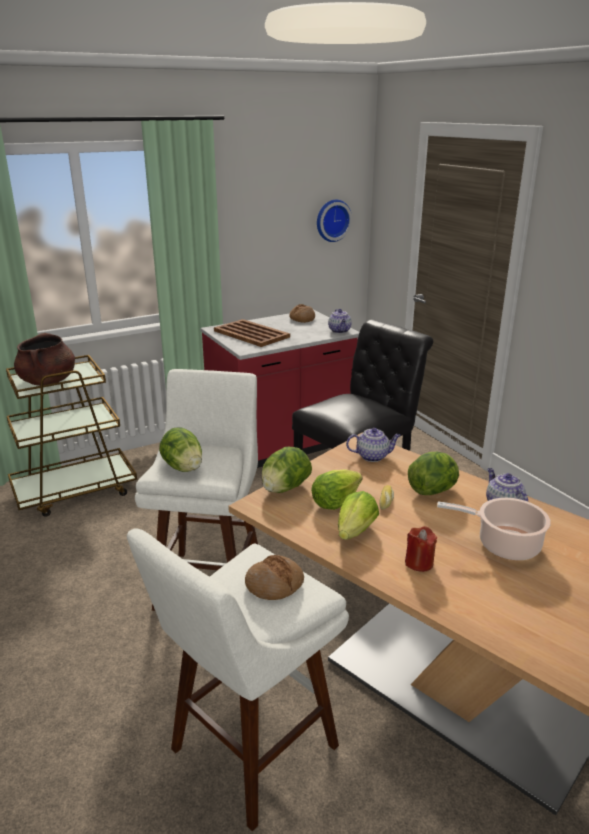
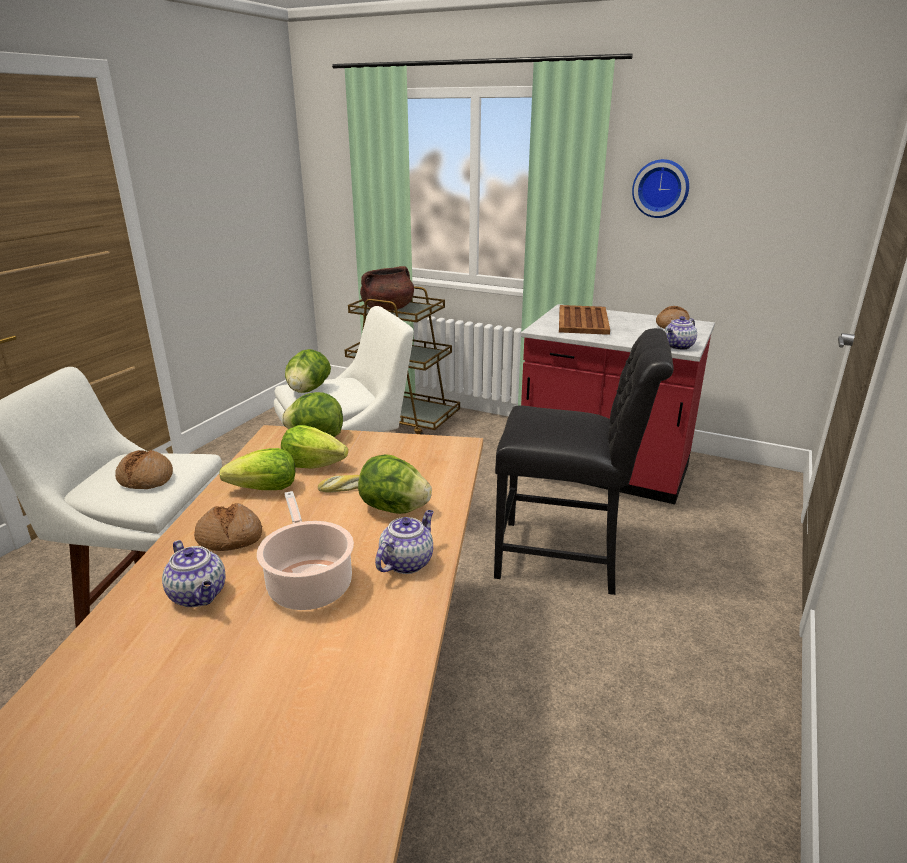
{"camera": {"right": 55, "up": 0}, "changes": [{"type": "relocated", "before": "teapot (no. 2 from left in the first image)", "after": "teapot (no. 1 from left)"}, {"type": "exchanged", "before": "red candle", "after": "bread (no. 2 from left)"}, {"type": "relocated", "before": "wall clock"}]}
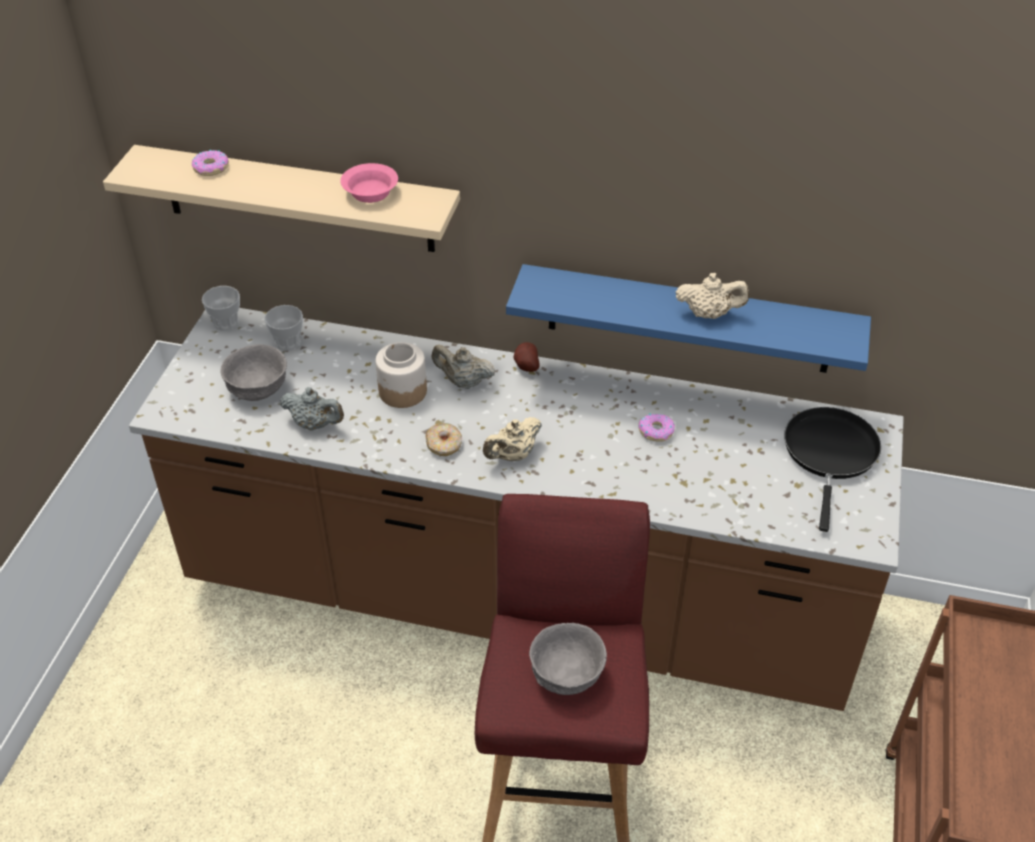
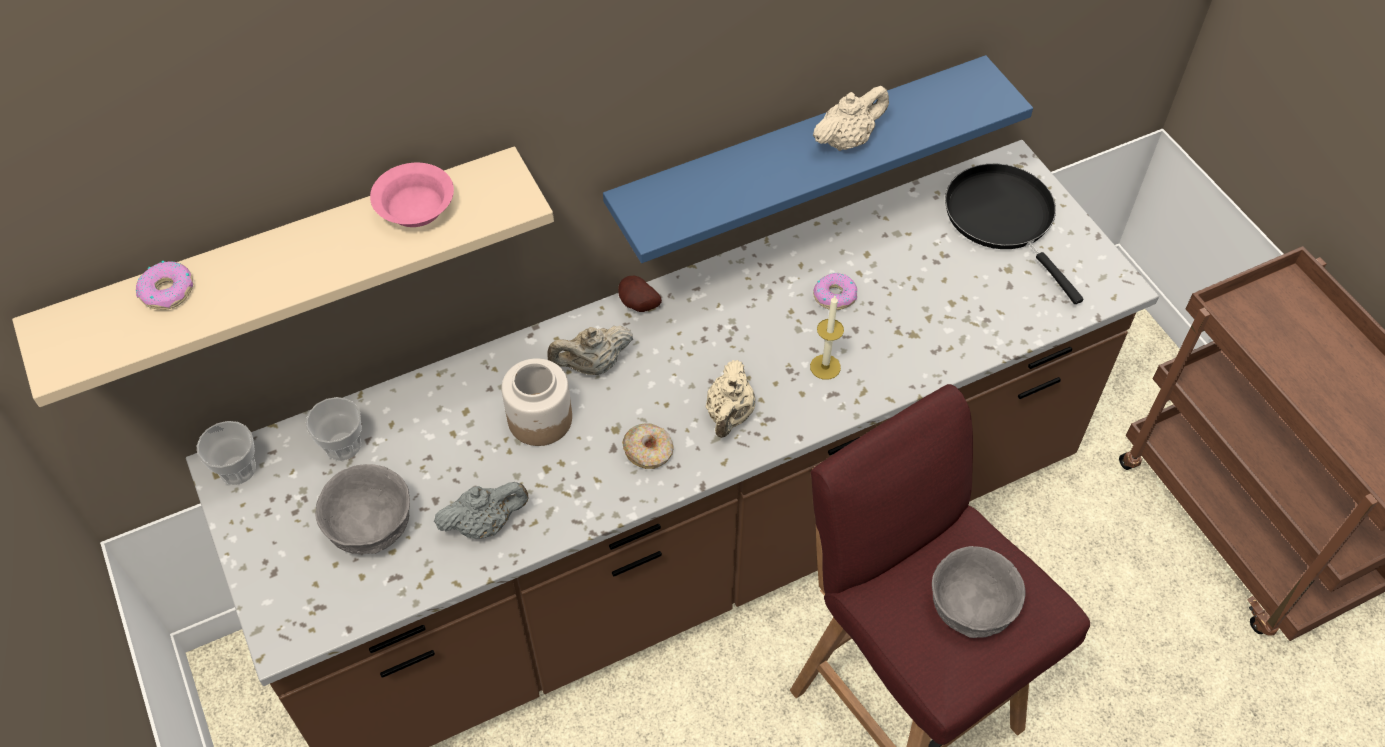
{"camera": {"right": -40, "up": 10}, "changes": [{"type": "appeared", "after": "candle"}]}
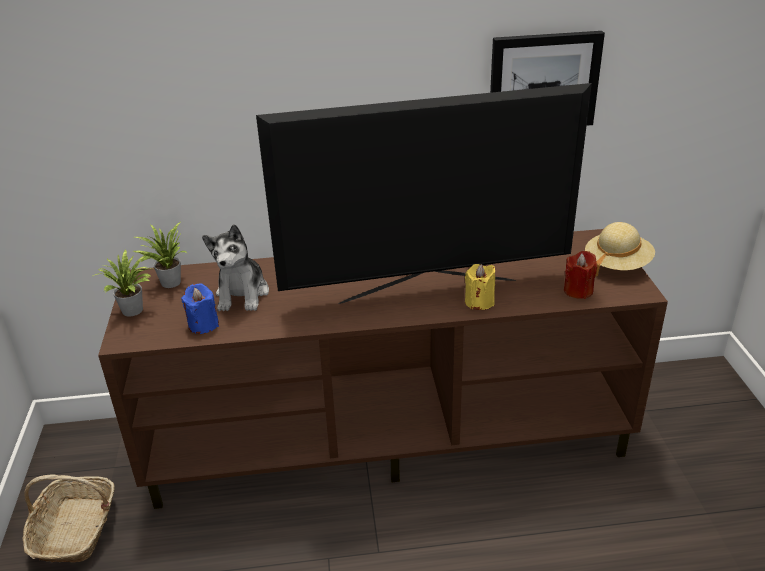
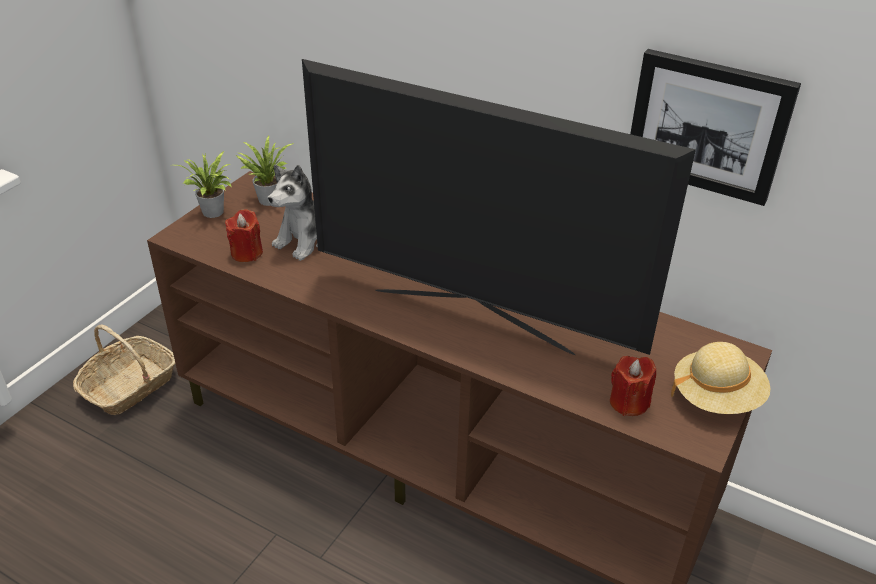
{"camera": {"right": 35, "up": 5}, "changes": [{"type": "colour", "before": "blue candle", "after": "red candle (no. 1 from left)"}, {"type": "missing", "before": "yellow candle"}]}
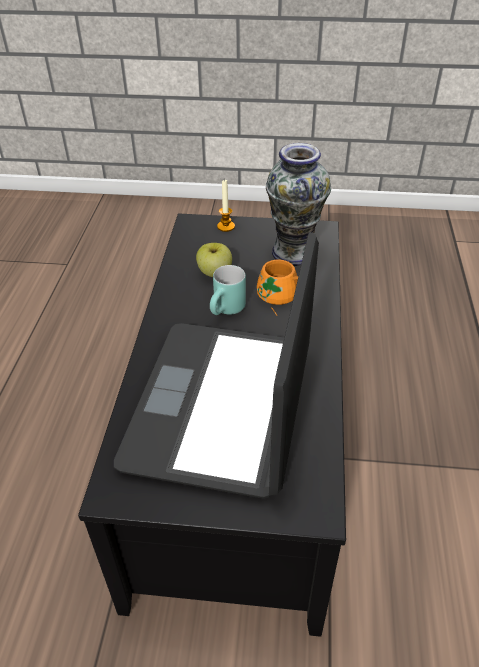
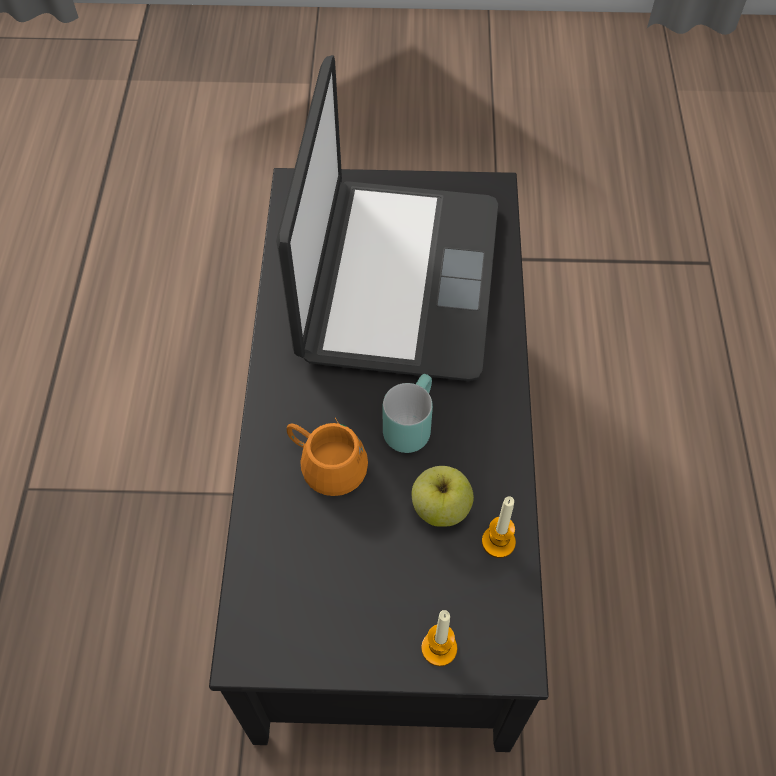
{"camera": {"right": 175, "up": 15}, "changes": [{"type": "appeared", "after": "candle (no. 2 from left)"}, {"type": "missing", "before": "vase"}]}
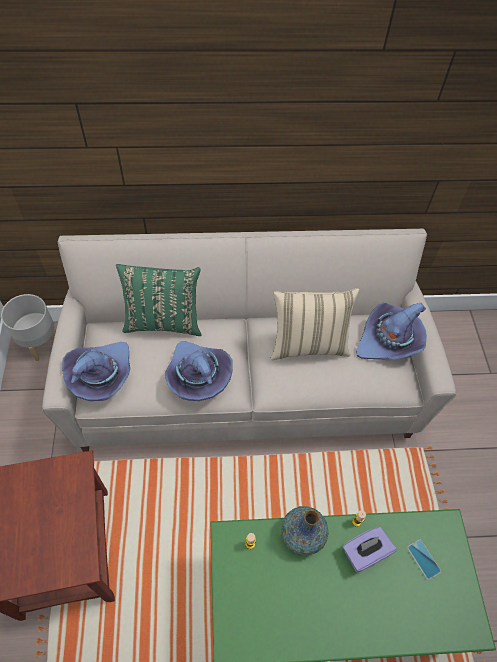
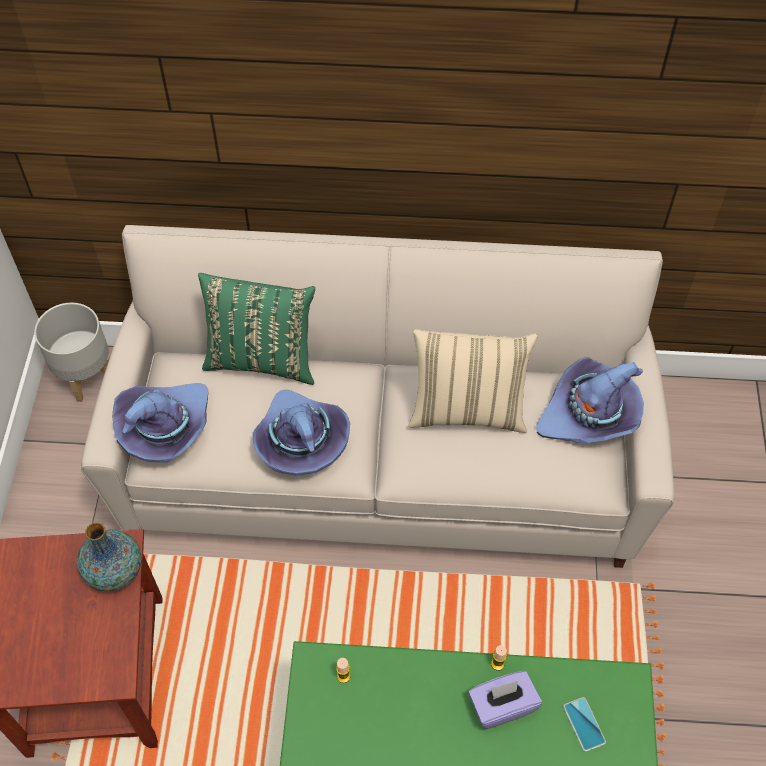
{"camera": {"right": 10, "up": 0}, "changes": [{"type": "relocated", "before": "vase"}]}
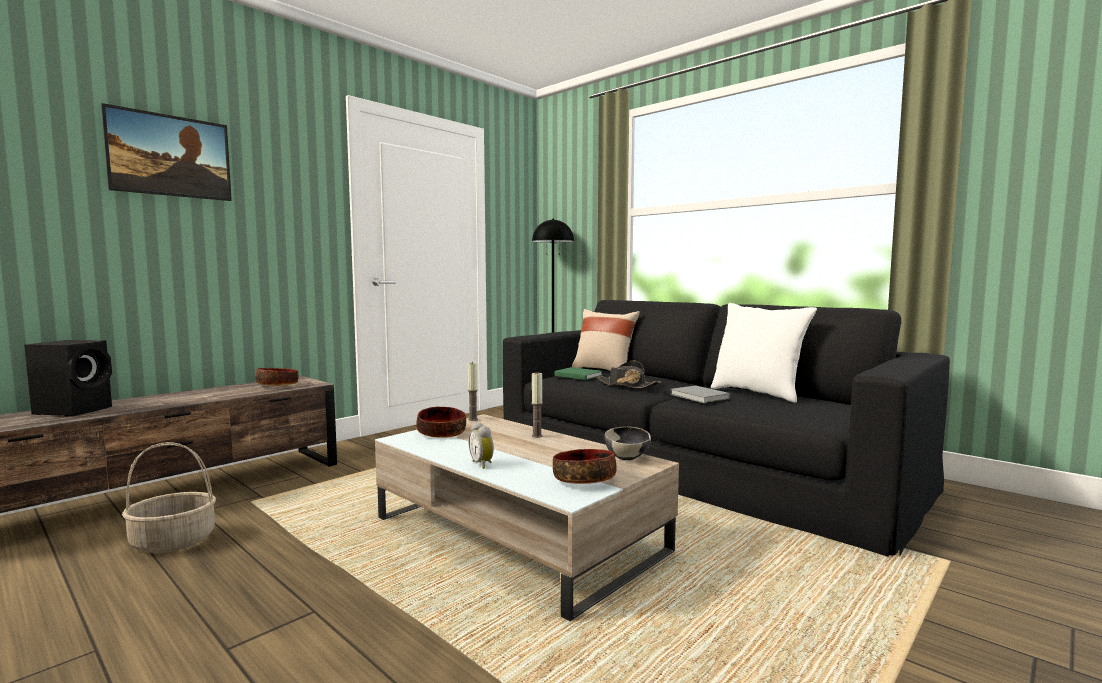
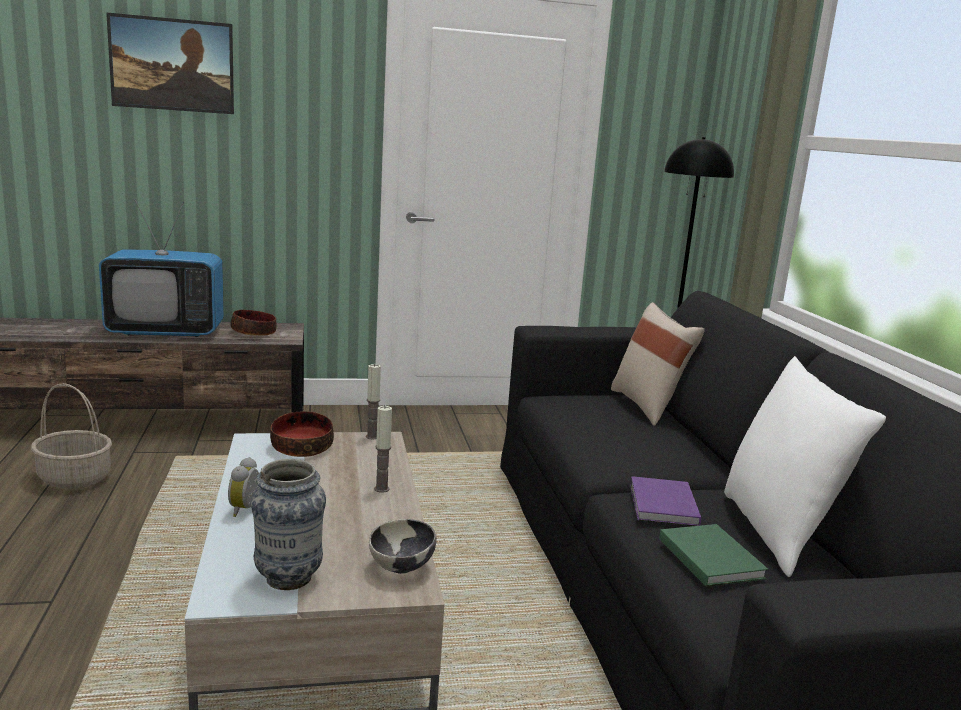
{"camera": {"right": 35, "up": 10}, "changes": [{"type": "appeared", "after": "television"}, {"type": "exchanged", "before": "bowl (no. 3 from left)", "after": "vase"}, {"type": "colour", "before": "grey book", "after": "purple book"}, {"type": "relocated", "before": "green book"}, {"type": "missing", "before": "black speaker"}, {"type": "missing", "before": "black hat"}]}
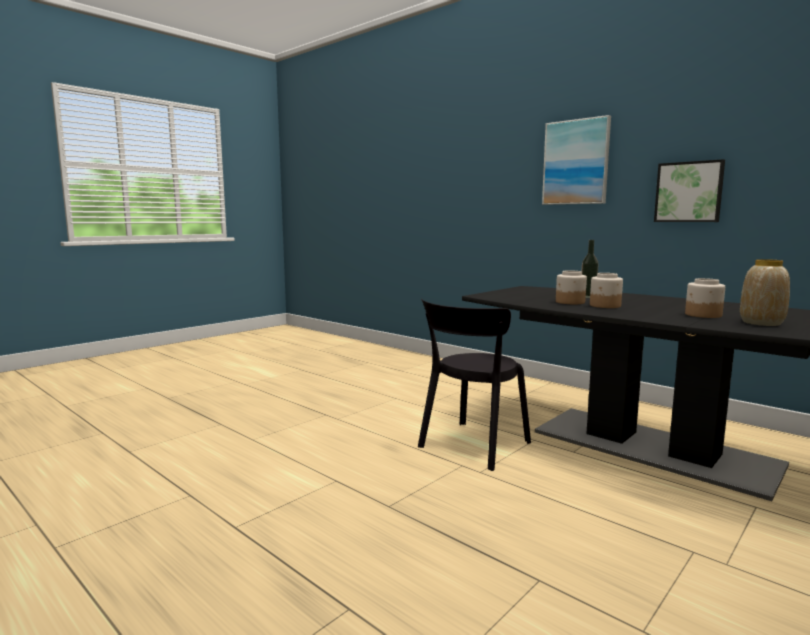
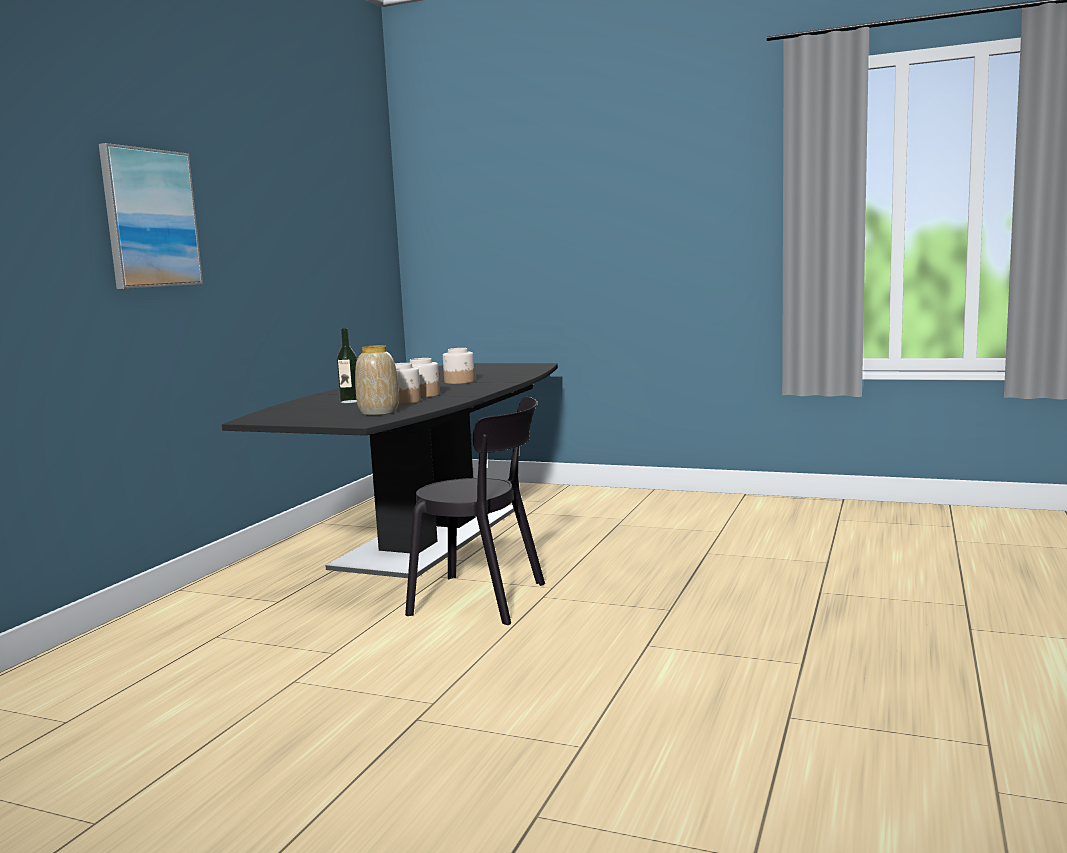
{"camera": {"right": -110, "up": 0}, "changes": [{"type": "relocated", "before": "vase"}, {"type": "missing", "before": "picture (no. 2 from left)"}]}
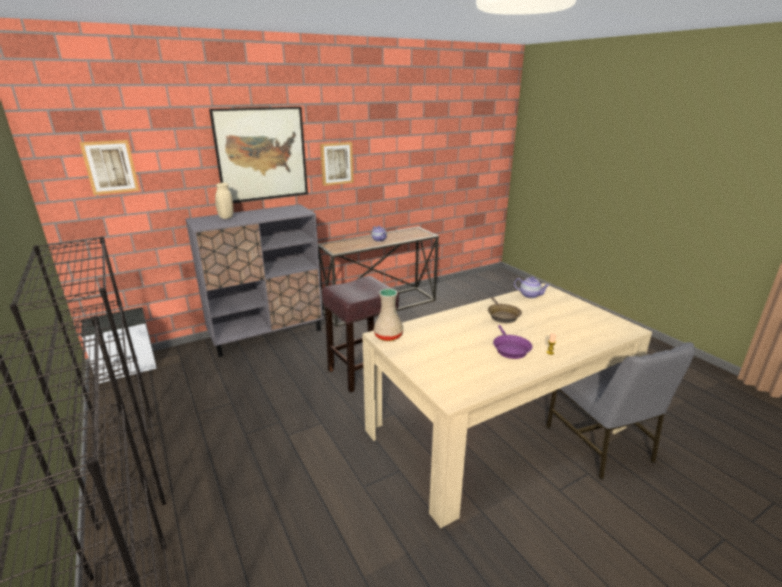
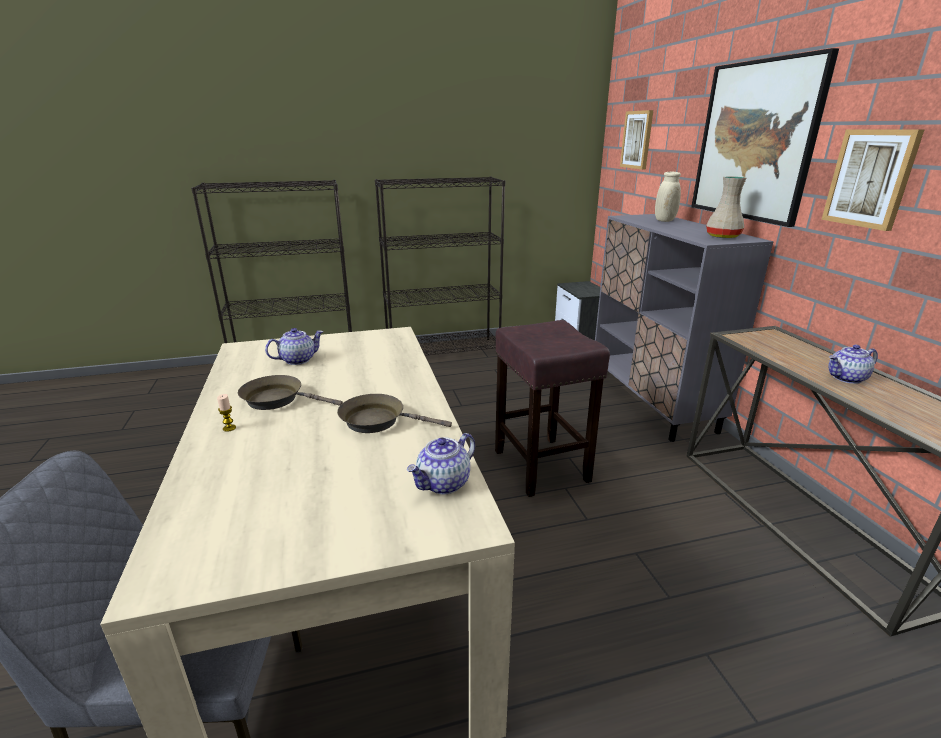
{"camera": {"right": 105, "up": 0}, "changes": [{"type": "colour", "before": "purple frying pan", "after": "brown frying pan (no. 1 from left)"}, {"type": "appeared", "after": "teapot (no. 1 from left)"}, {"type": "relocated", "before": "beige vase (no. 2 from left)"}]}
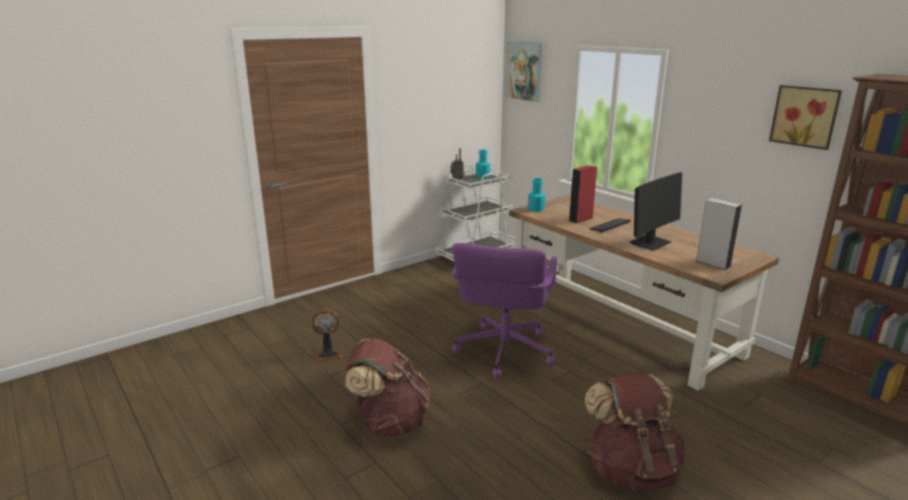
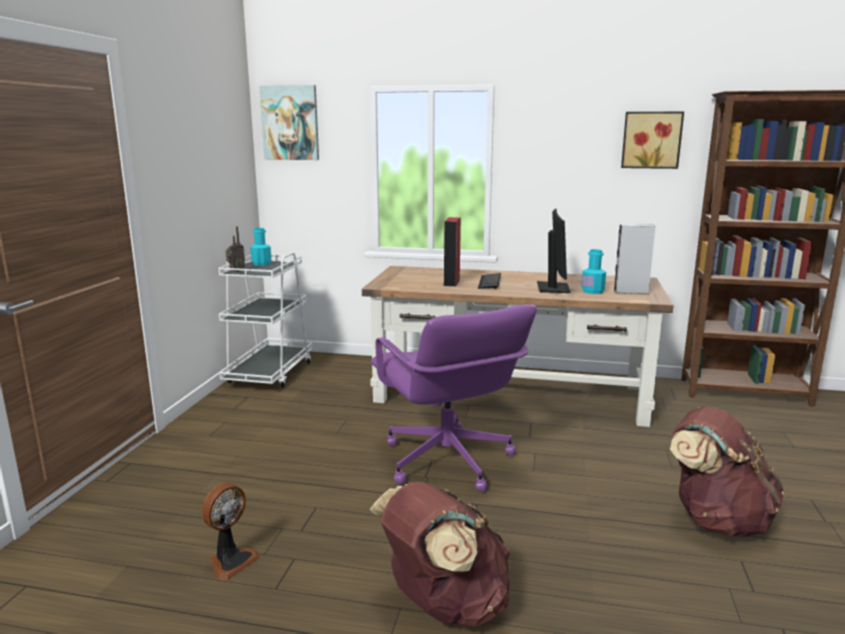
{"camera": {"right": -40, "up": -5}, "changes": [{"type": "relocated", "before": "turquoise bottle (no. 2 from left)"}]}
